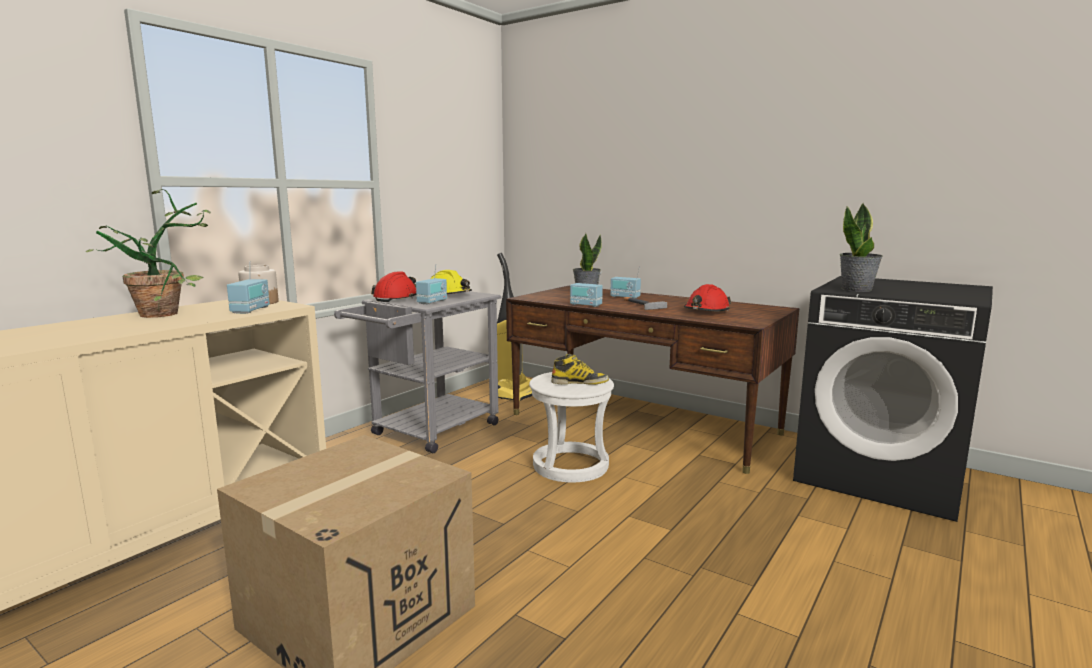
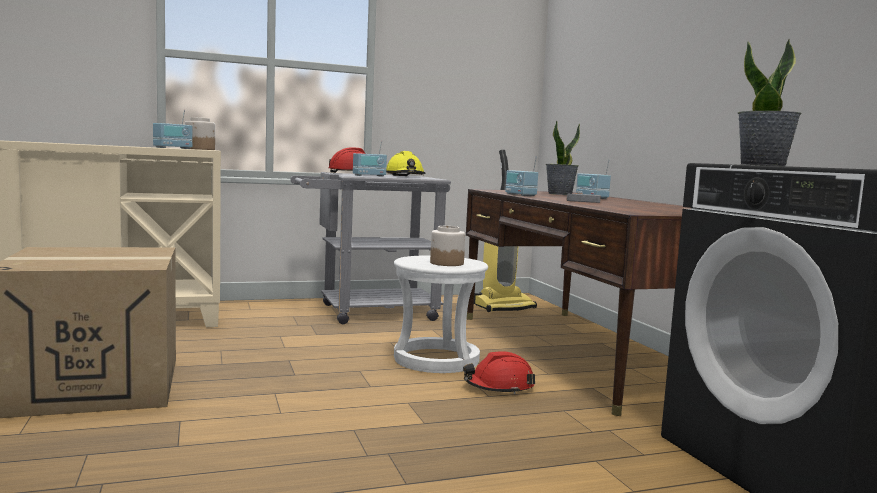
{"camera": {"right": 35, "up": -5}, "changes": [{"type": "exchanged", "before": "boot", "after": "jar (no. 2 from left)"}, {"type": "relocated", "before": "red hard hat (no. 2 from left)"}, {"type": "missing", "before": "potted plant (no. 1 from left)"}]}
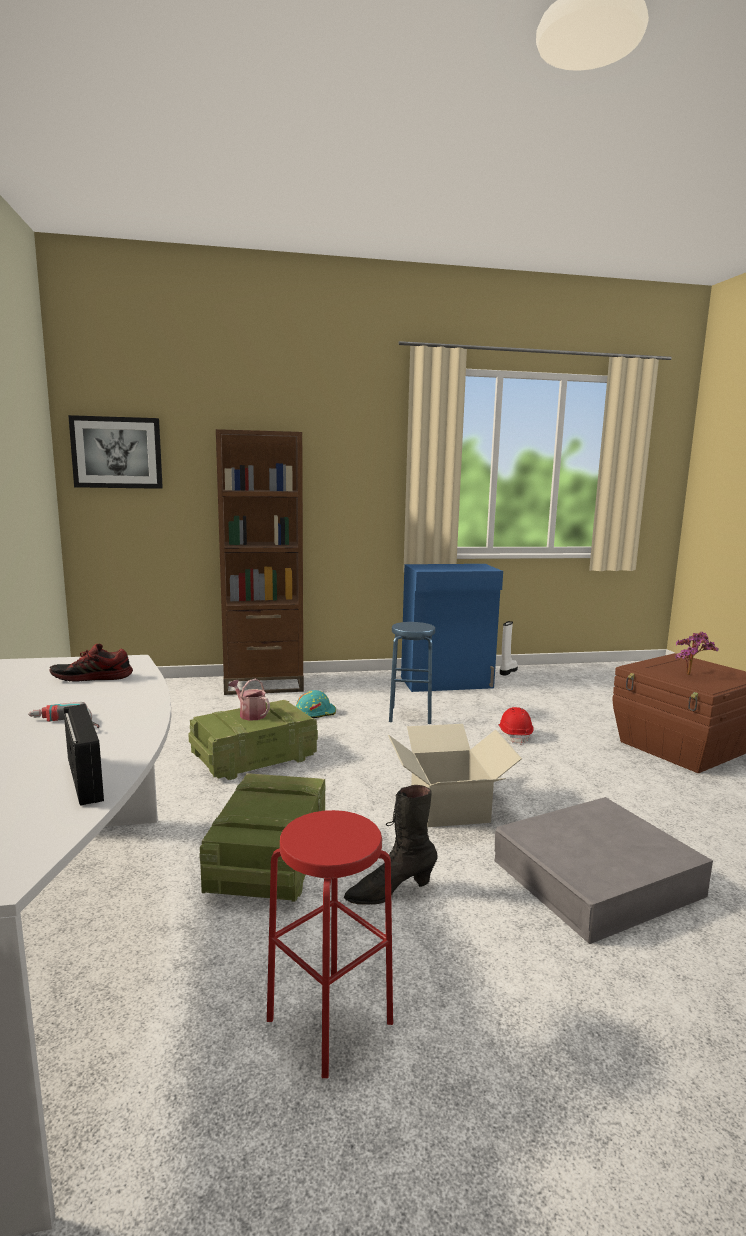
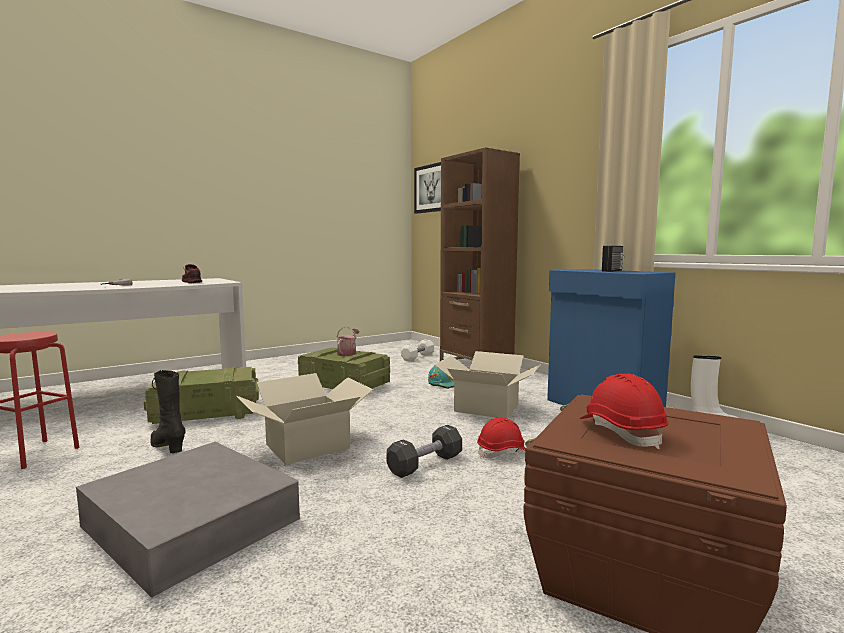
{"camera": {"right": 65, "up": -5}, "changes": [{"type": "appeared", "after": "black dumbbell"}, {"type": "appeared", "after": "white dumbbell"}, {"type": "exchanged", "before": "blue stool", "after": "cardboard box (no. 2 from left)"}, {"type": "exchanged", "before": "potted plant", "after": "red hard hat (no. 2 from left)"}, {"type": "relocated", "before": "radio"}]}
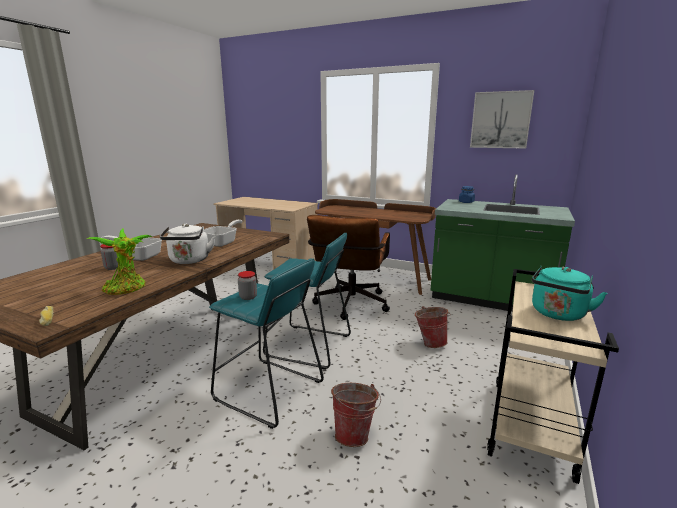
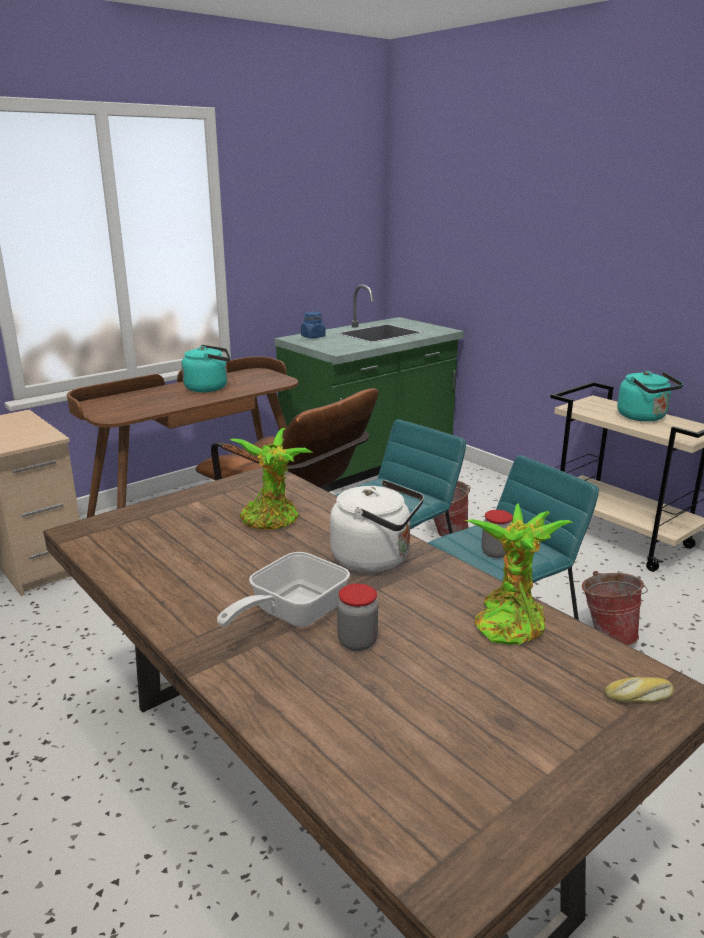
{"camera": {"right": -65, "up": 5}, "changes": [{"type": "appeared", "after": "turquoise kettle (no. 1 from left)"}, {"type": "exchanged", "before": "frying pan (no. 2 from left)", "after": "potted plant (no. 1 from left)"}, {"type": "missing", "before": "picture"}]}
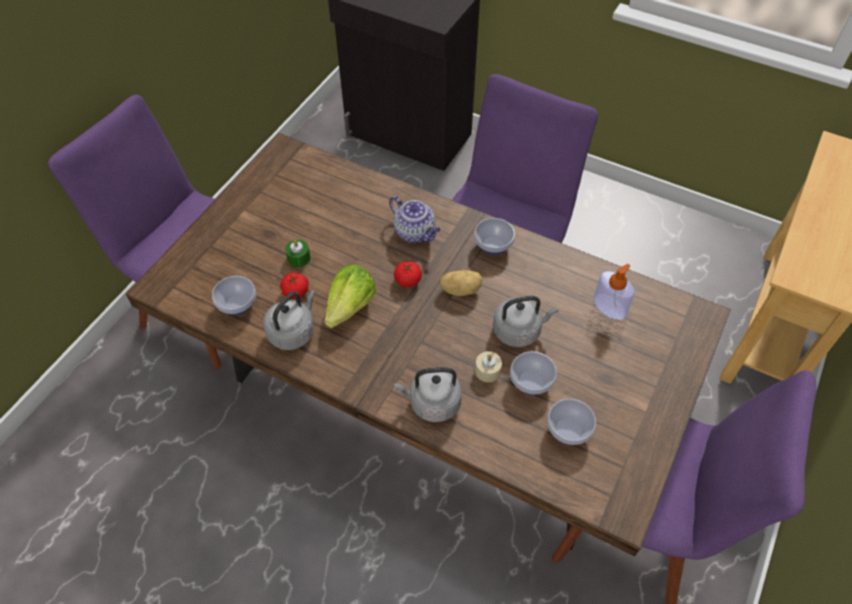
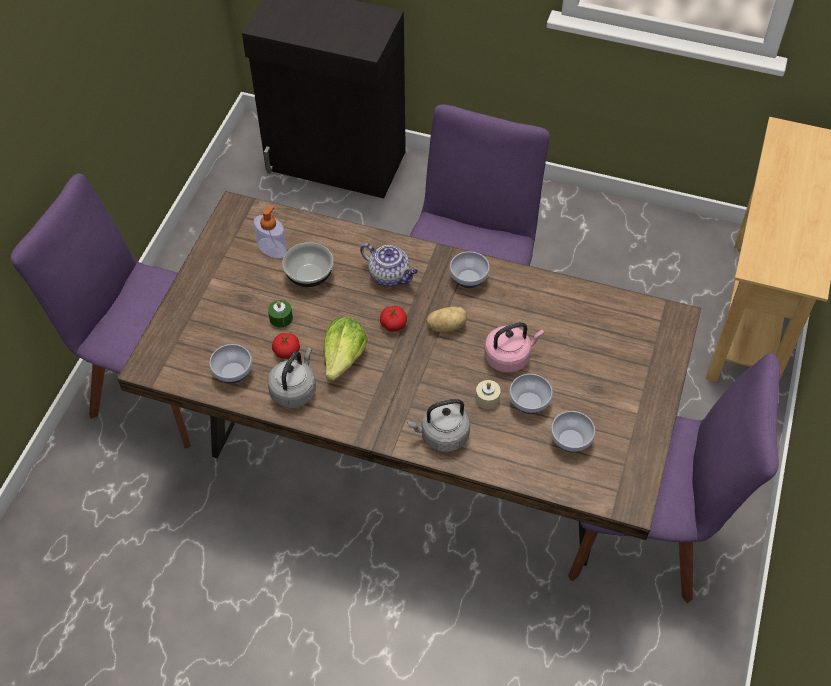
{"camera": {"right": -10, "up": 0}, "changes": [{"type": "relocated", "before": "soap dispenser"}, {"type": "appeared", "after": "bowl (no. 2 from left)"}, {"type": "colour", "before": "grey kettle (no. 3 from left)", "after": "pink kettle"}]}
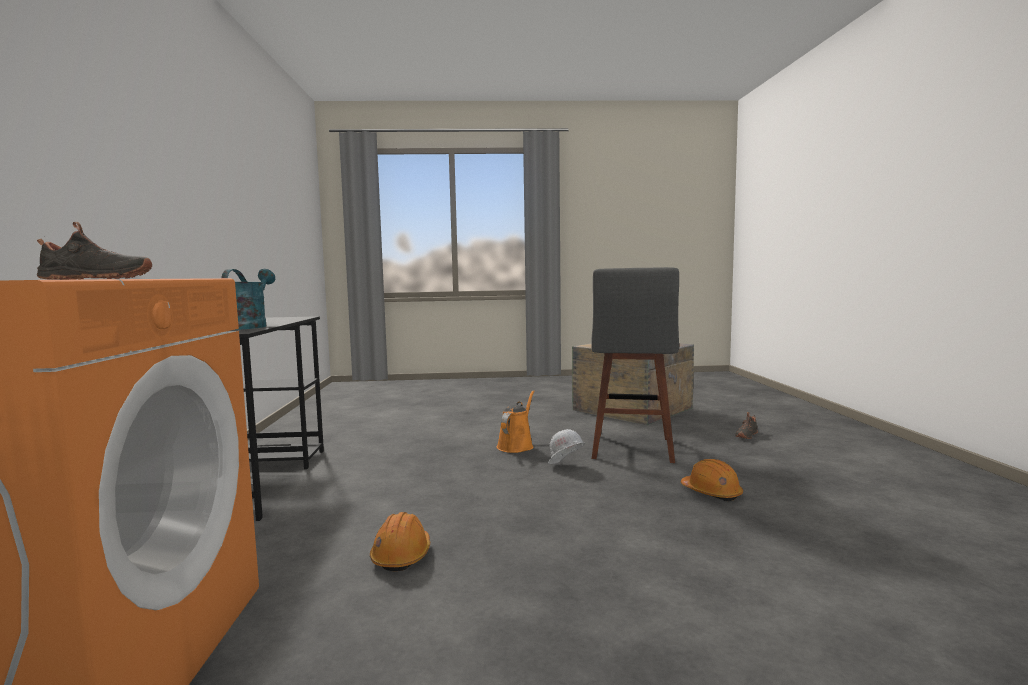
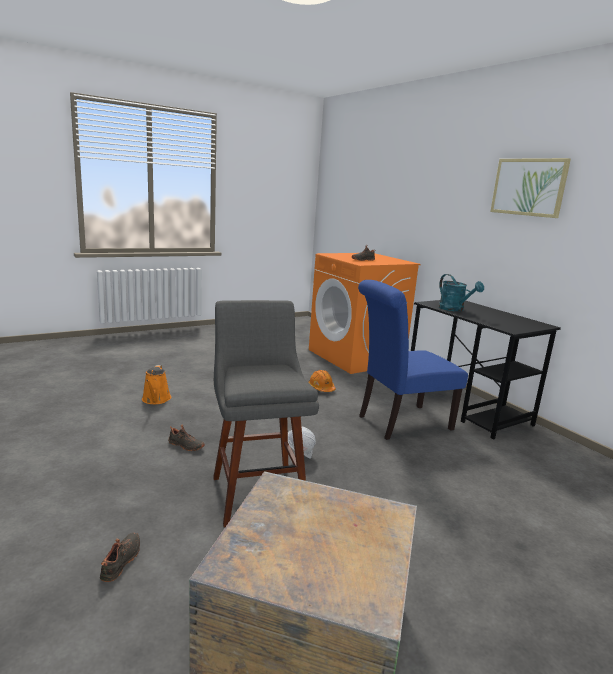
{"camera": {"right": 150, "up": 10}, "changes": [{"type": "relocated", "before": "orange watering can"}, {"type": "exchanged", "before": "orange hard hat (no. 2 from left)", "after": "black shoe (no. 2 from left)"}, {"type": "appeared", "after": "blue chair"}, {"type": "appeared", "after": "picture"}]}
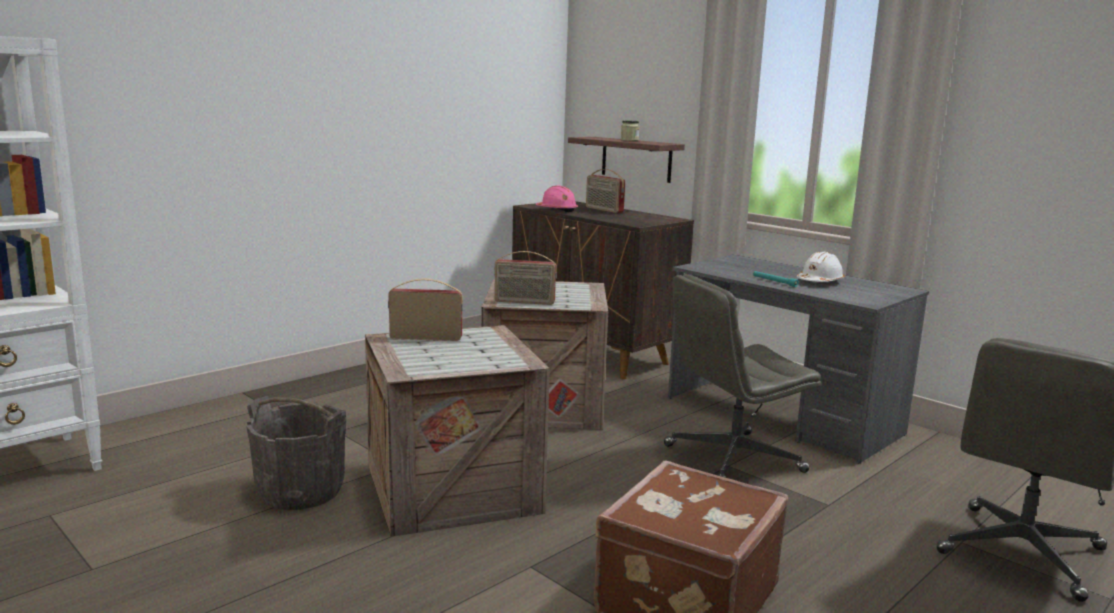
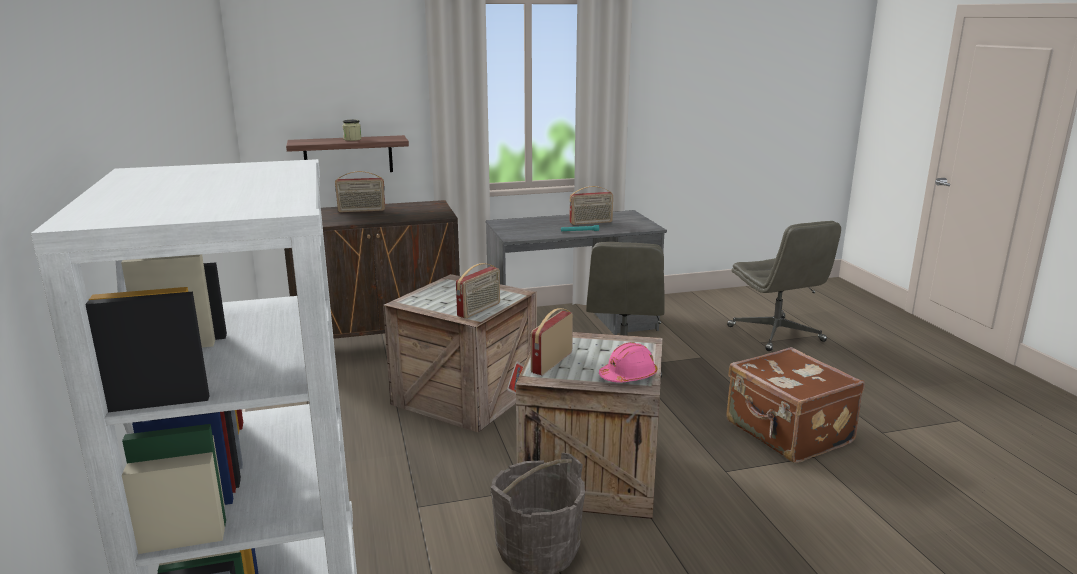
{"camera": {"right": -60, "up": 5}, "changes": [{"type": "exchanged", "before": "white hard hat", "after": "radio (no. 4 from left)"}, {"type": "relocated", "before": "pink hard hat"}]}
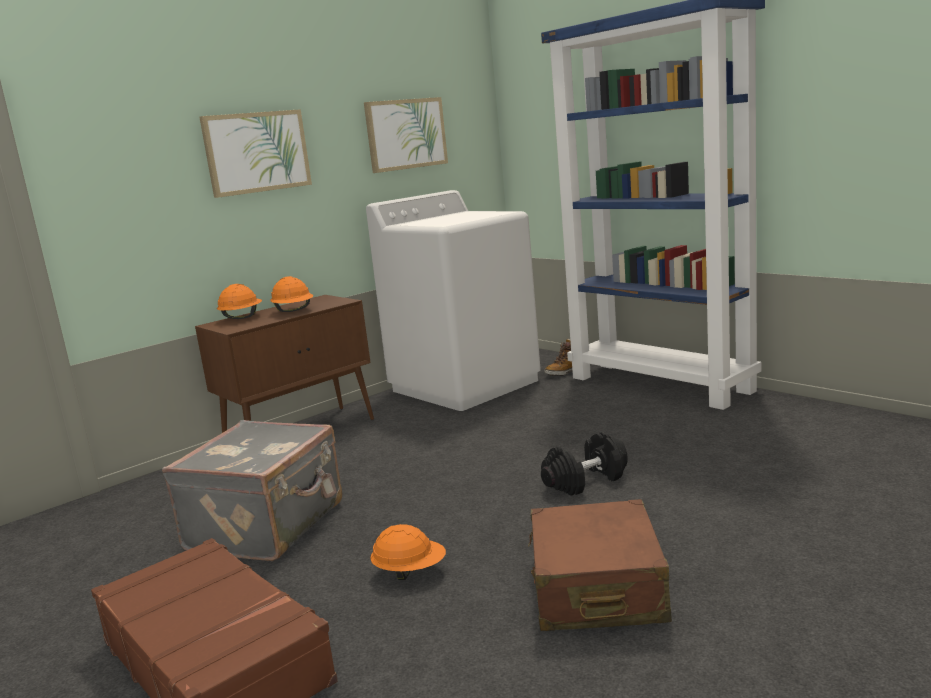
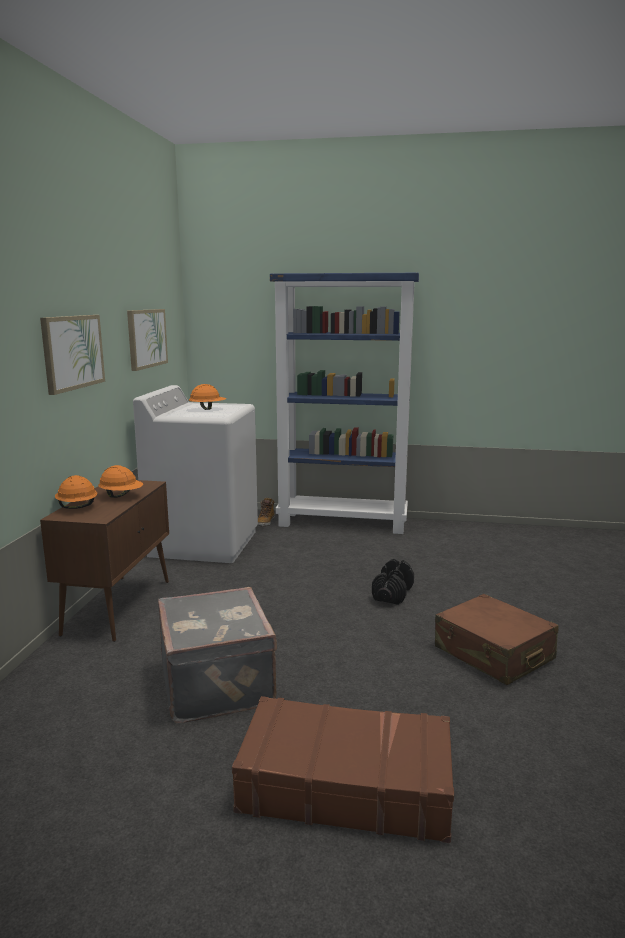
{"camera": {"right": -40, "up": 0}, "changes": [{"type": "relocated", "before": "orange hard hat (no. 3 from left)"}]}
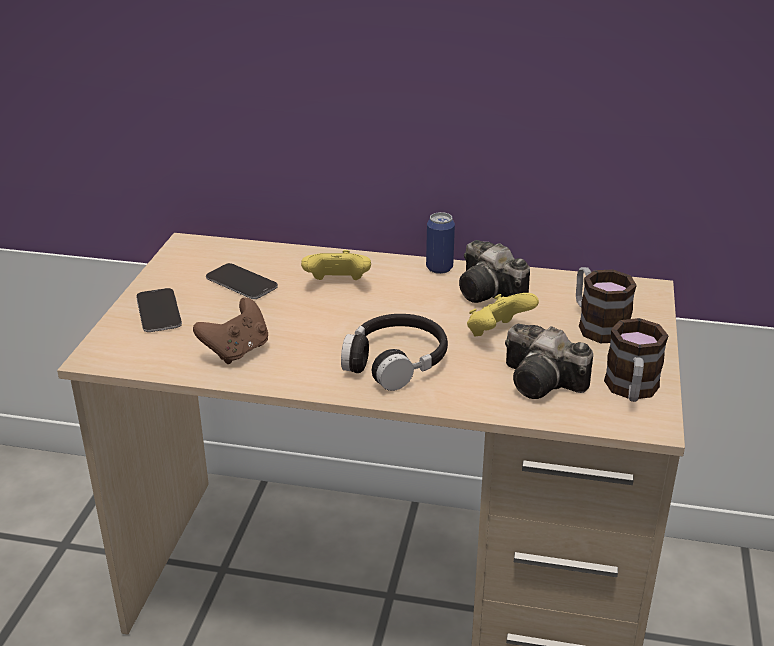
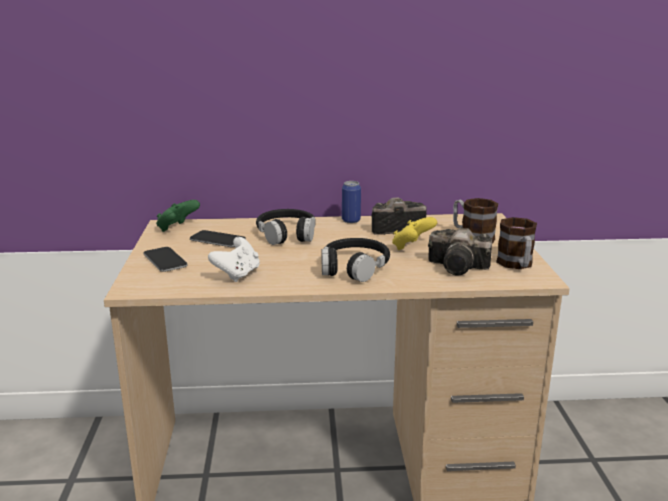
{"camera": {"right": -15, "up": -10}, "changes": [{"type": "appeared", "after": "green game controller"}, {"type": "colour", "before": "brown game controller", "after": "white game controller"}, {"type": "exchanged", "before": "yellow game controller (no. 1 from left)", "after": "black headphones (no. 1 from left)"}, {"type": "spun", "before": "photo camera (no. 1 from left)", "turn": 135}]}
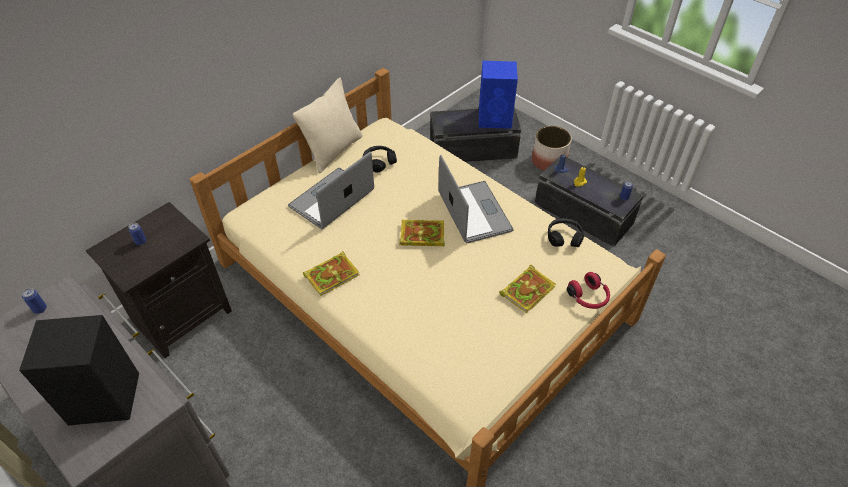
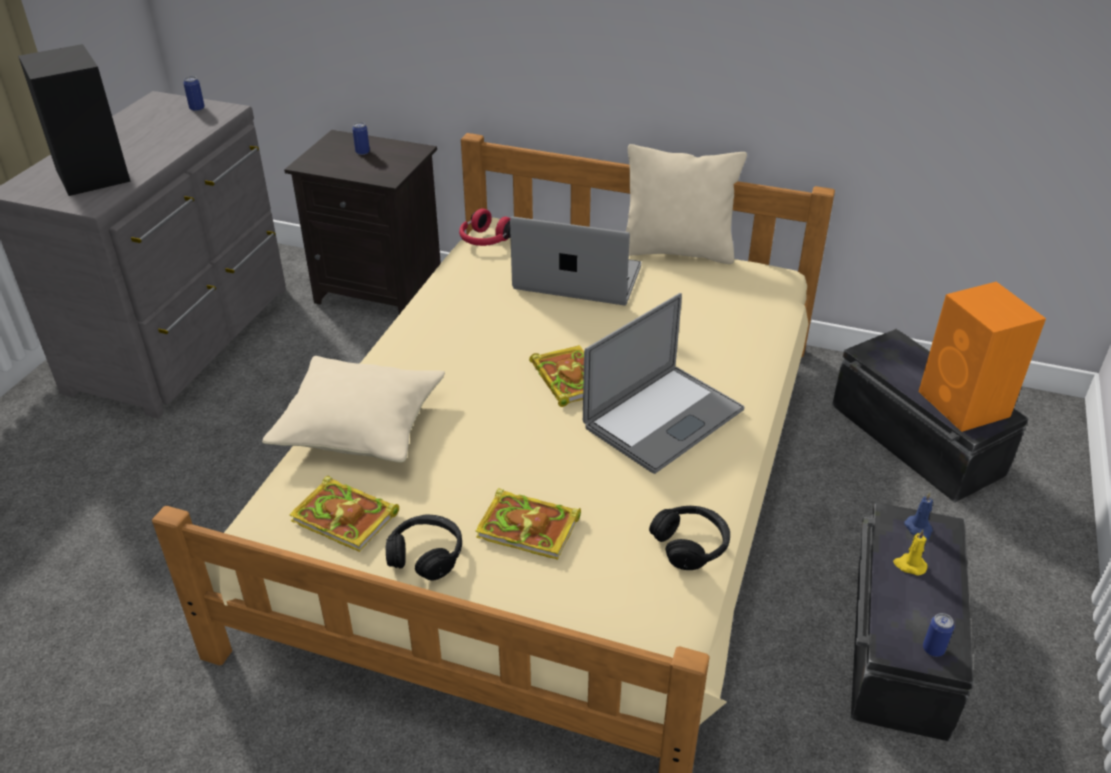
{"camera": {"right": 65, "up": -10}, "changes": [{"type": "appeared", "after": "beige pillow (no. 1 from left)"}, {"type": "relocated", "before": "book (no. 1 from left)"}, {"type": "relocated", "before": "black headphones (no. 1 from left)"}, {"type": "relocated", "before": "red headphones"}, {"type": "colour", "before": "blue speaker", "after": "orange speaker"}, {"type": "missing", "before": "planter"}]}
